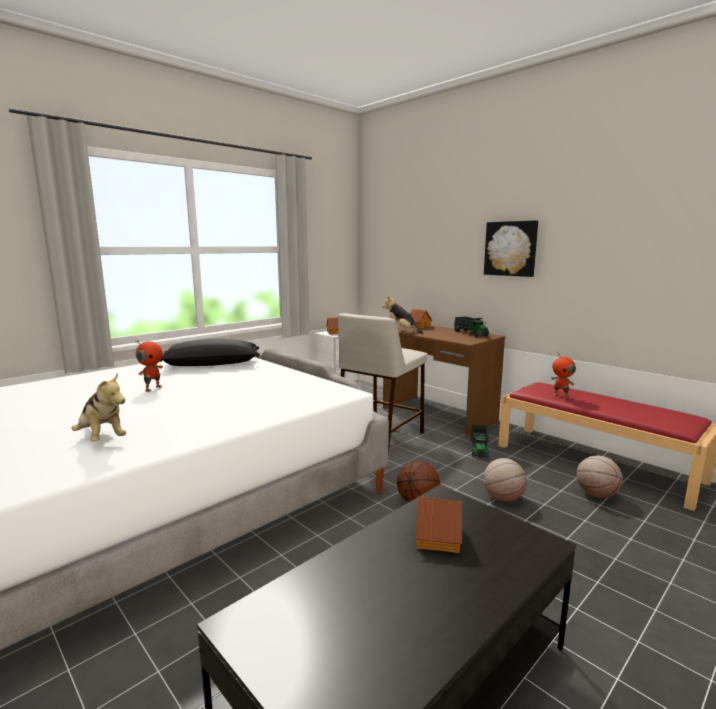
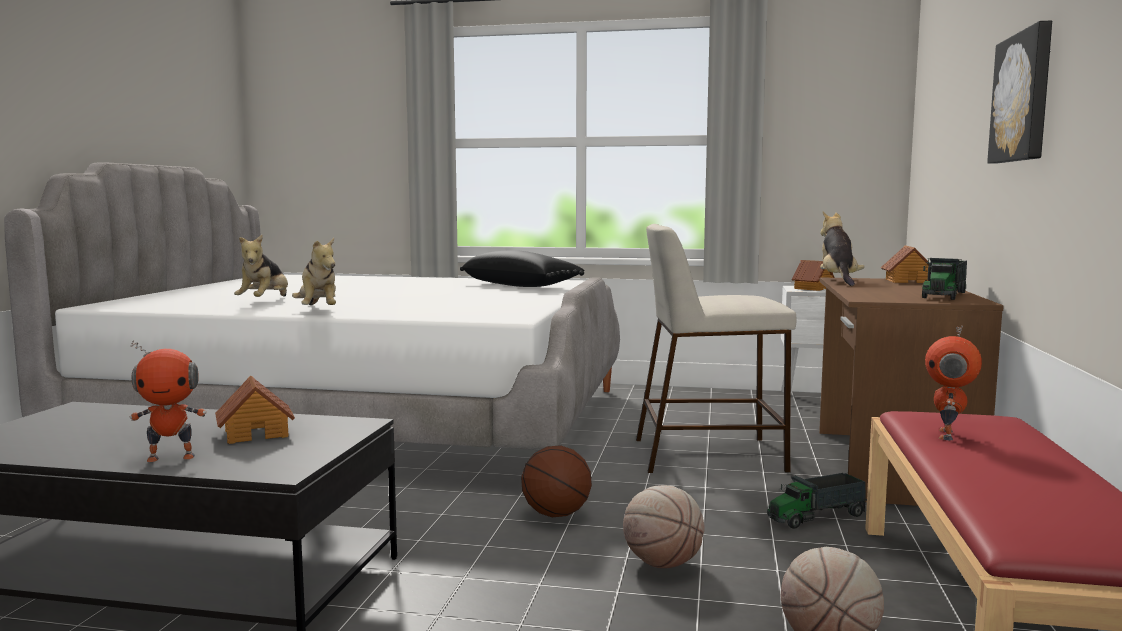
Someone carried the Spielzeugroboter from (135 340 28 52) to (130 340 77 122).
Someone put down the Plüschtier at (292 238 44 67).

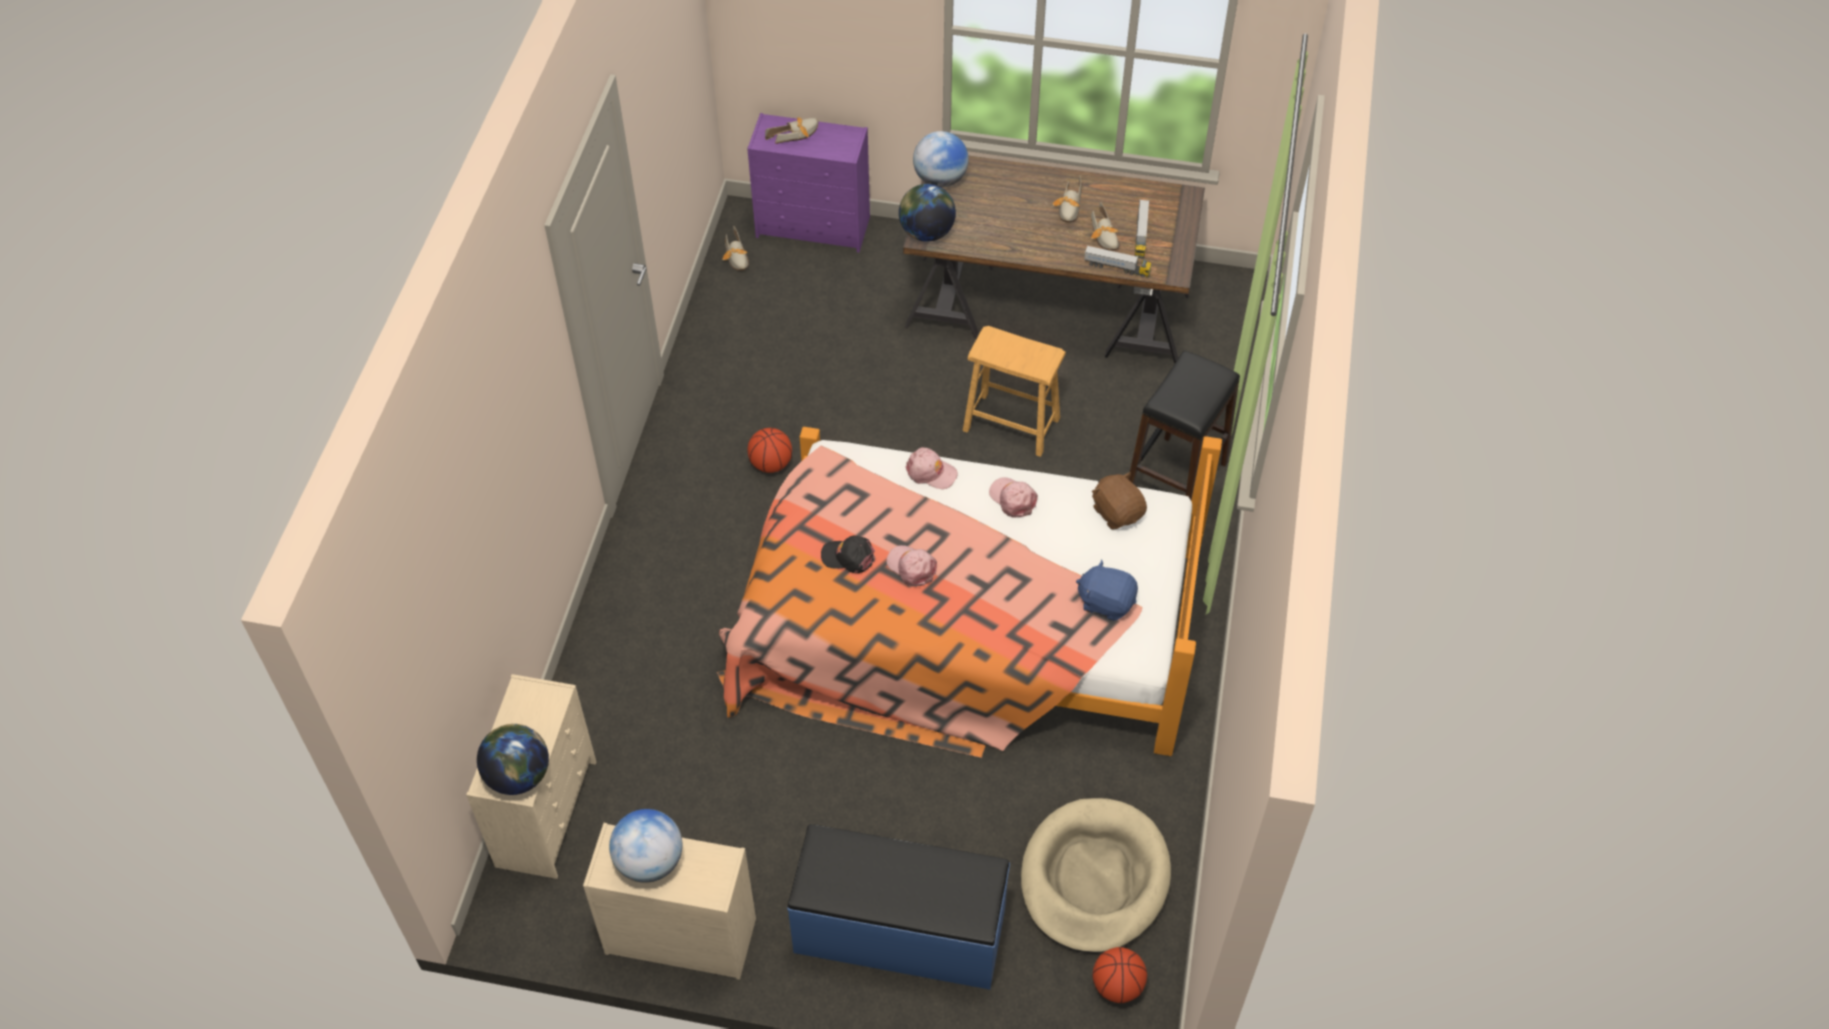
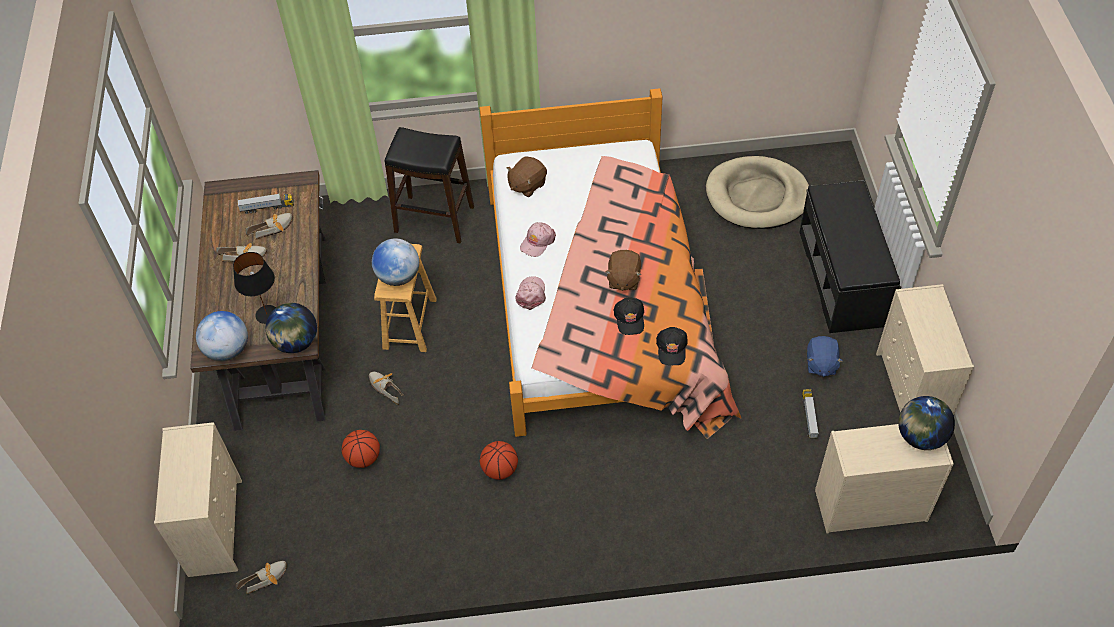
Someone repainted the Kommode/lila at (747 113 123 140), which became the Kommode/beige at (154 422 88 155).
Someone put down the Tischlampe/schwarz at (233 252 43 72).
Someone carried the Basketball from (1092 947 55 56) to (342 430 38 38).
Someone carried the Schuh from (765 117 54 27) to (369 372 34 33).
Someone carried the Globus from (609 809 73 74) to (372 238 47 48).
Someone swapped the Kappe/rosa at (887 545 50 42) for the Plüschtier/braun at (606 250 36 41).
Someone put down the Kappe/schwarz at (656 327 32 38).
Someone repainted the Bank/blau at (787 824 223 166), which became the Bank/schwarz at (799 180 101 153).
Someone carried the Spielzeuglaster from (1084 245 68 32) to (802 389 17 49).
Someone carried the Plüschtier/blau from (1076 559 62 62) to (807 336 36 41).

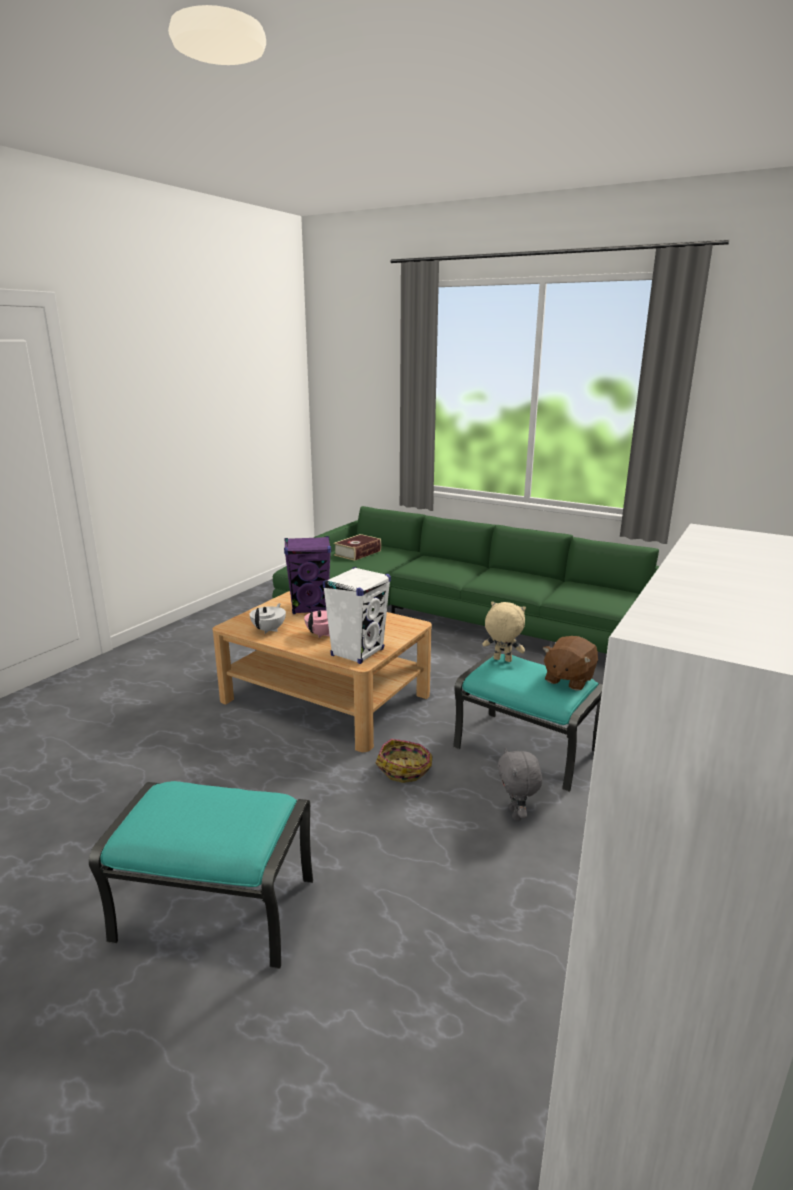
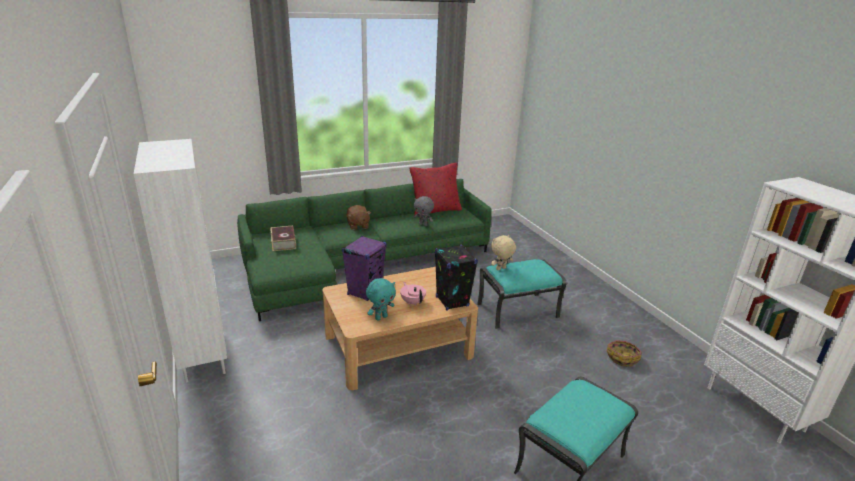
Someone put down the Bücherregal/weiß at (134 139 93 244).
Someone carried the Plüschtier/braun from (543 636 55 55) to (346 205 25 25).
Someone swapped the Teekanne/weiß at (250 603 36 31) for the Plüschtier/türkis at (366 278 30 43).
Someone put down the Kissen/rot at (409 163 53 53).
Someone carried the Plüschtier/grau from (497 748 45 73) to (414 196 20 30).
Someone repainted the Lautsprecher/weiß at (322 567 69 97), which became the Lautsprecher/schwarz at (435 245 43 66).
Someone carried the Korb from (375 739 57 44) to (607 340 35 27).

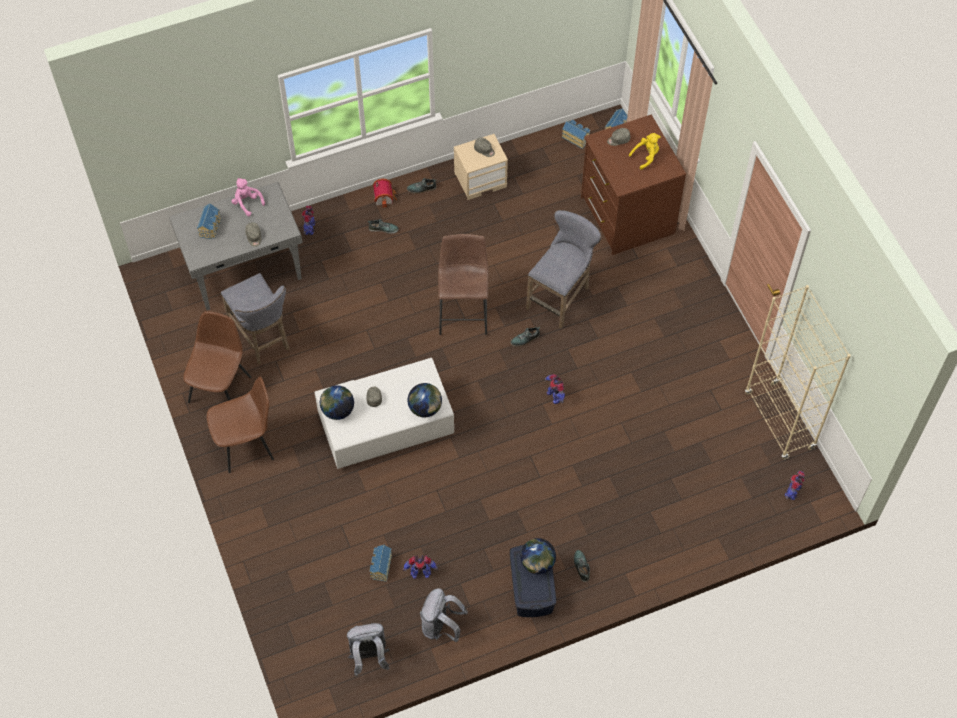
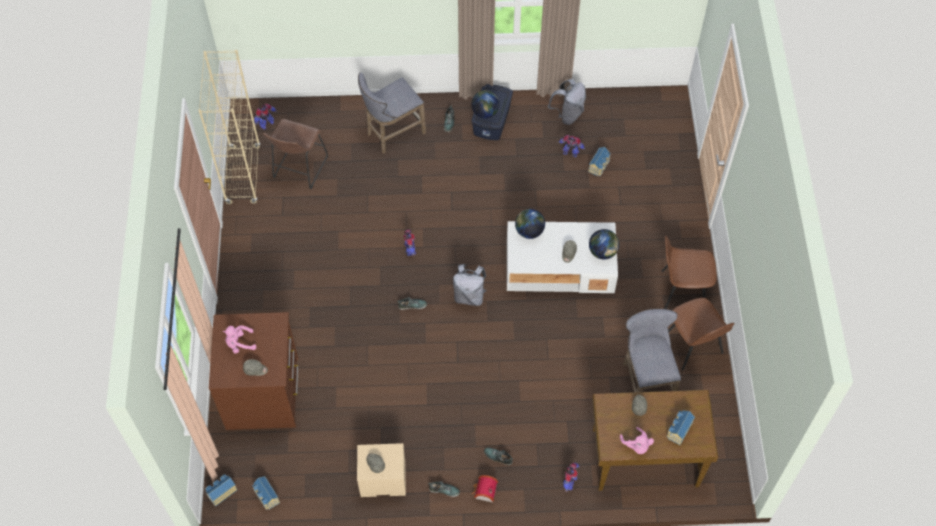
Someone repainted the Plüschtier/gelb at (629 133 31 37), which became the Plüschtier/rosa at (223 325 33 28).
Someone carried the Hocker/braun from (438 234 50 101) to (263 119 65 70).
Someone carried the Hocker/grau from (526 210 75 119) to (358 73 68 81).
Someone carried the Rucksack/grau from (347 623 43 53) to (453 264 34 42).
Someone repainted the Schreibtisch/grau at (169 182 133 128), which became the Schreibtisch/braun at (592 390 126 101).
Someone rotated the Stuhl/braun at (183 311 68 92) by 60 degrees counterclockwise.

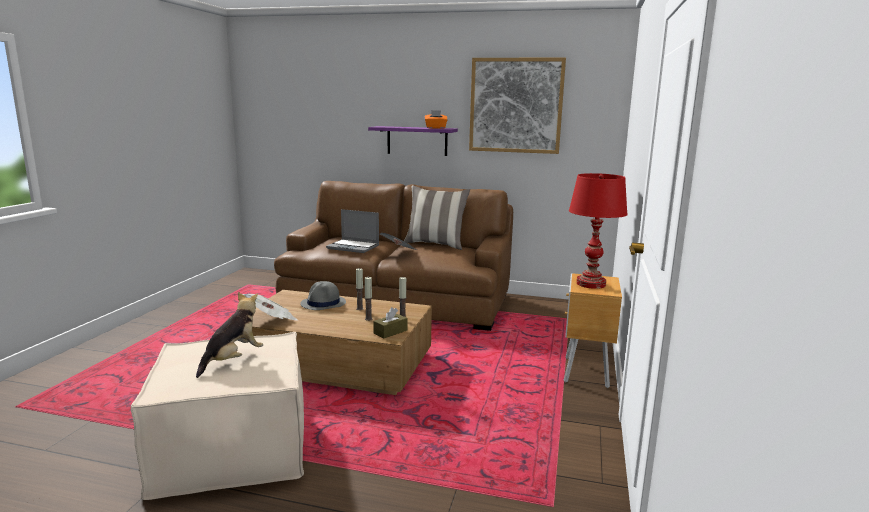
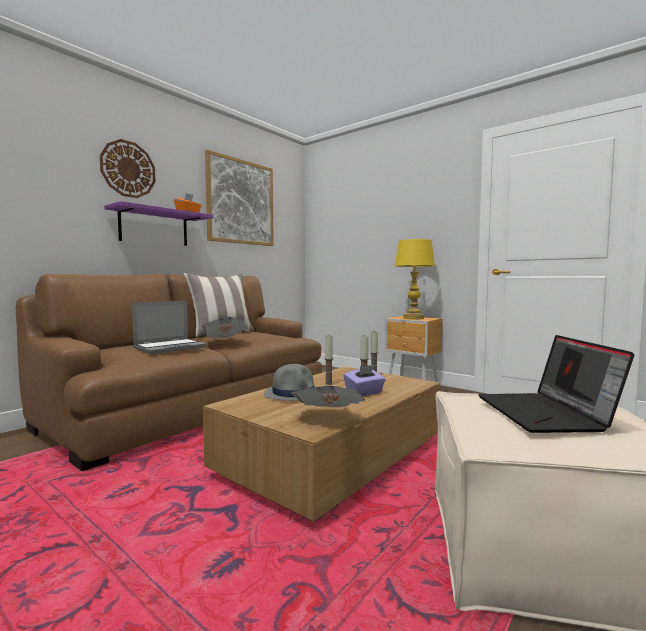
Someone put up the Wanduhr at (100 139 56 59).
Someone put down the Taschentuchbox/lila at (343 365 43 31).
Someone repainted the Tischlampe/rot at (569 173 59 116), which became the Tischlampe/gelb at (395 239 40 81).
Someone swapped the Plüschtier at (196 292 67 86) for the Laptop at (478 335 156 98).
Someone took away the Taschentuchbox/braun at (373 307 35 31).

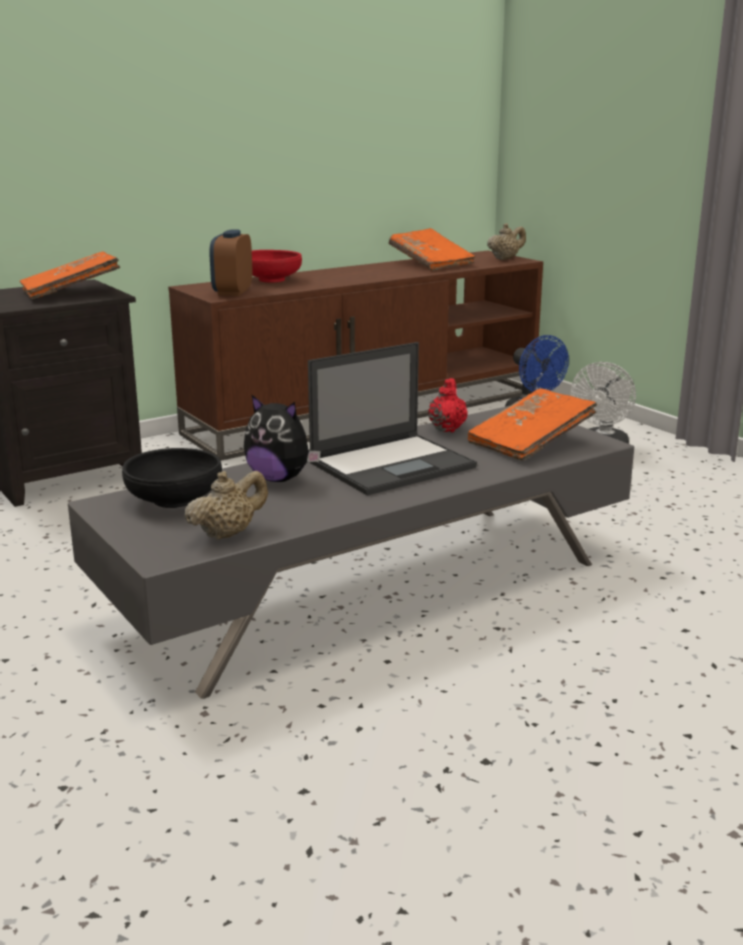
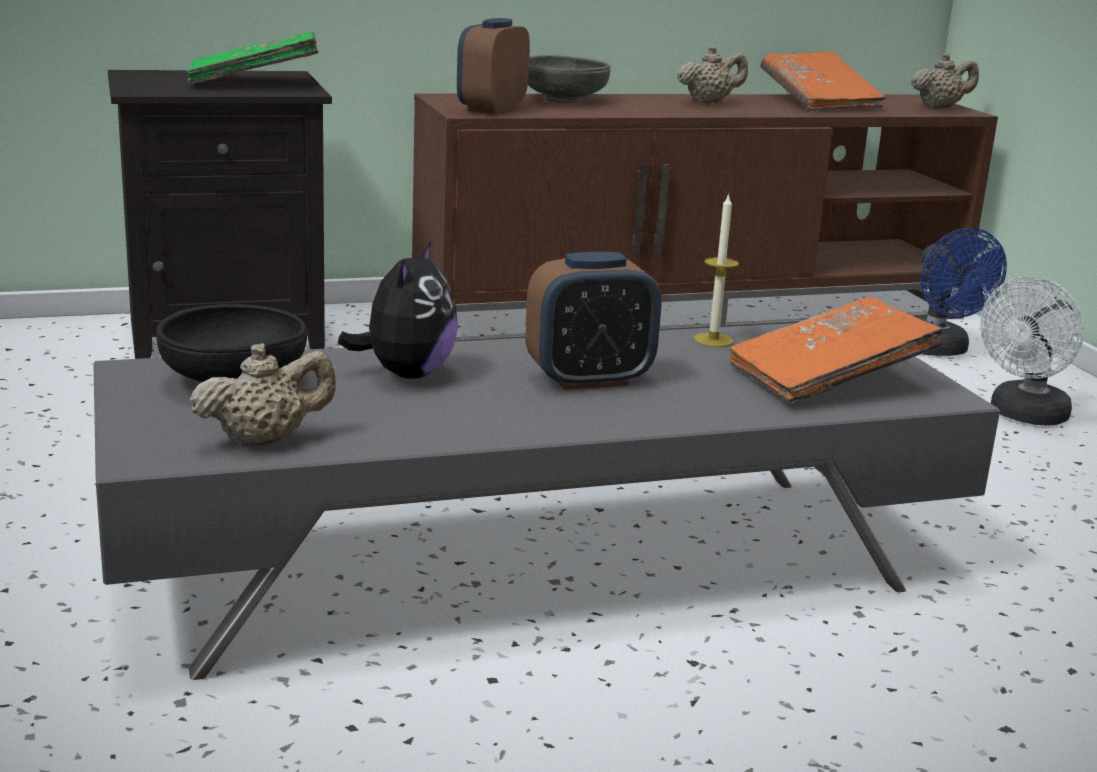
Someone repainted the Buch/orange at (20 251 100 48), which became the Buch/grün at (186 31 132 53).
Someone rotated the Plüschtier at (244 395 77 87) by 120 degrees counterclockwise.
Someone swapped the Laptop at (308 342 169 154) for the Wecker at (525 252 137 138).
Someone repainted the Schüssel/rot at (252 250 50 33), which became the Schüssel/grau at (528 55 82 48).
Someone put down the Teekanne/beige at (677 45 71 58).
Someone swapped the Teekanne/rot at (428 378 40 54) for the Kerze at (694 193 45 154).

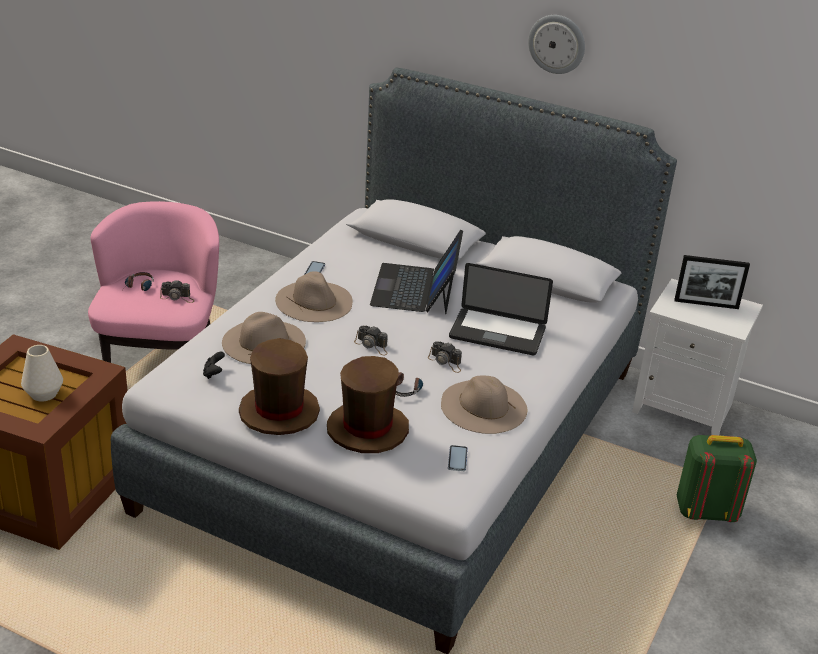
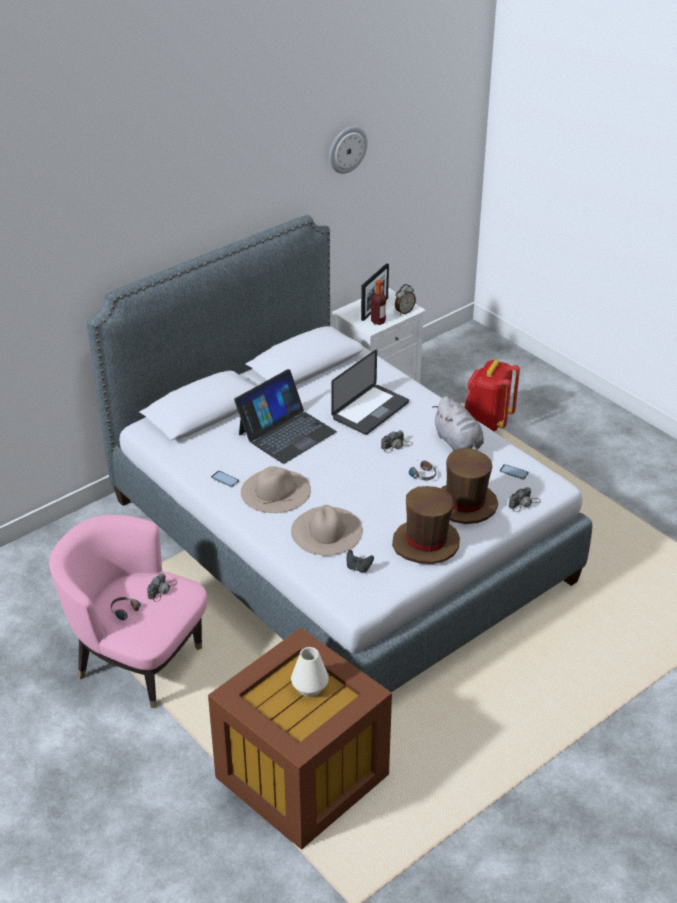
Someone rotated the Laptop at (370 230 93 84) by 75 degrees counterclockwise.
Someone carried the Wanduhr from (528 15 57 59) to (330 126 38 48).
Someone put down the Flasche at (371 280 15 45).
Someone put down the Wecker at (395 284 21 31).
Someone swapped the Hut/beige at (441 375 86 59) for the Plüschtier/grau at (432 396 52 54).
Someone repainted the Rucksack/grün at (677 435 80 87), which became the Rucksack/rot at (464 360 56 71).
Someone carried the Kamera from (354 326 34 29) to (508 487 33 25).

